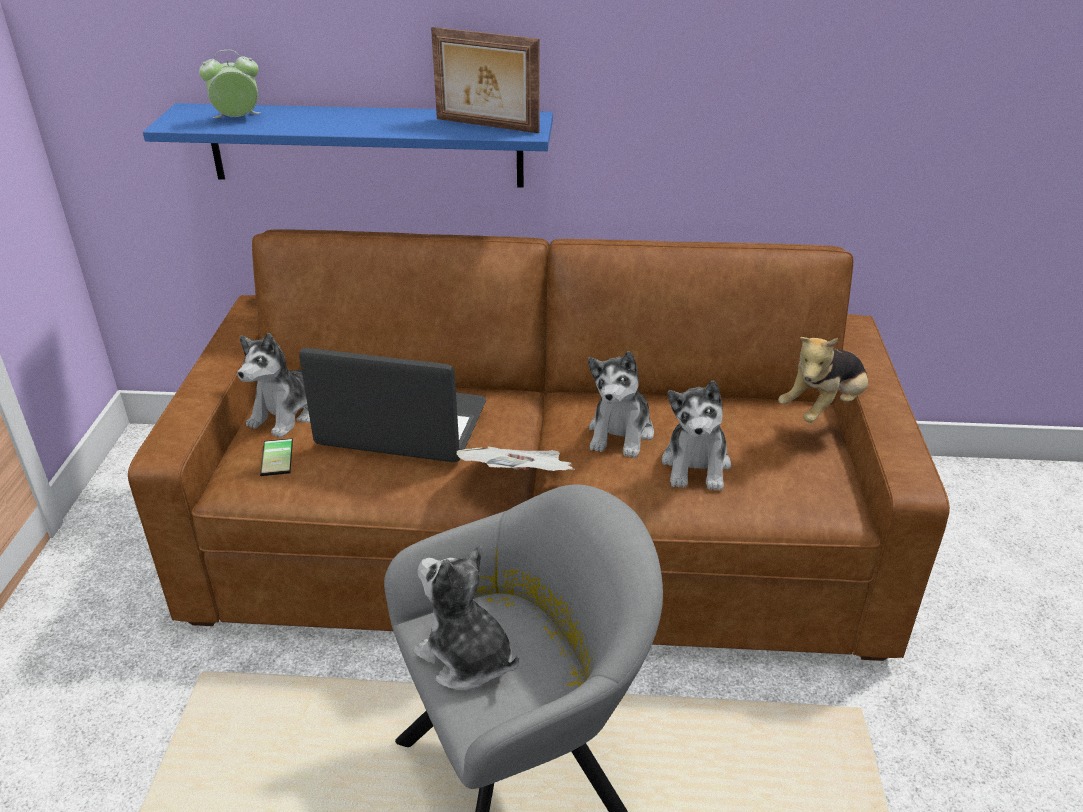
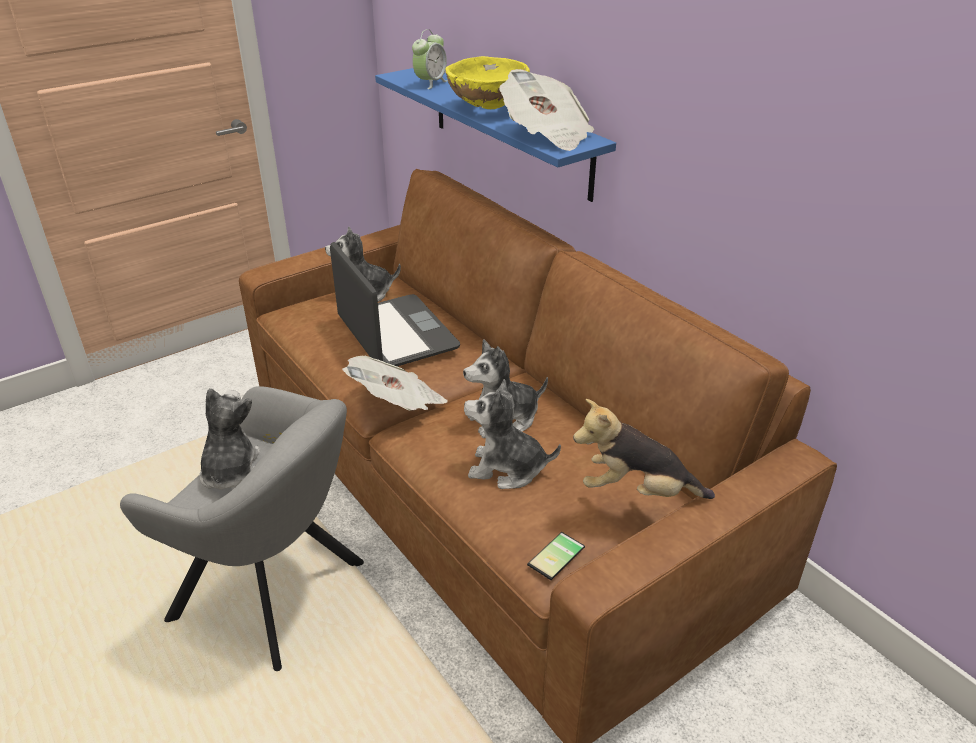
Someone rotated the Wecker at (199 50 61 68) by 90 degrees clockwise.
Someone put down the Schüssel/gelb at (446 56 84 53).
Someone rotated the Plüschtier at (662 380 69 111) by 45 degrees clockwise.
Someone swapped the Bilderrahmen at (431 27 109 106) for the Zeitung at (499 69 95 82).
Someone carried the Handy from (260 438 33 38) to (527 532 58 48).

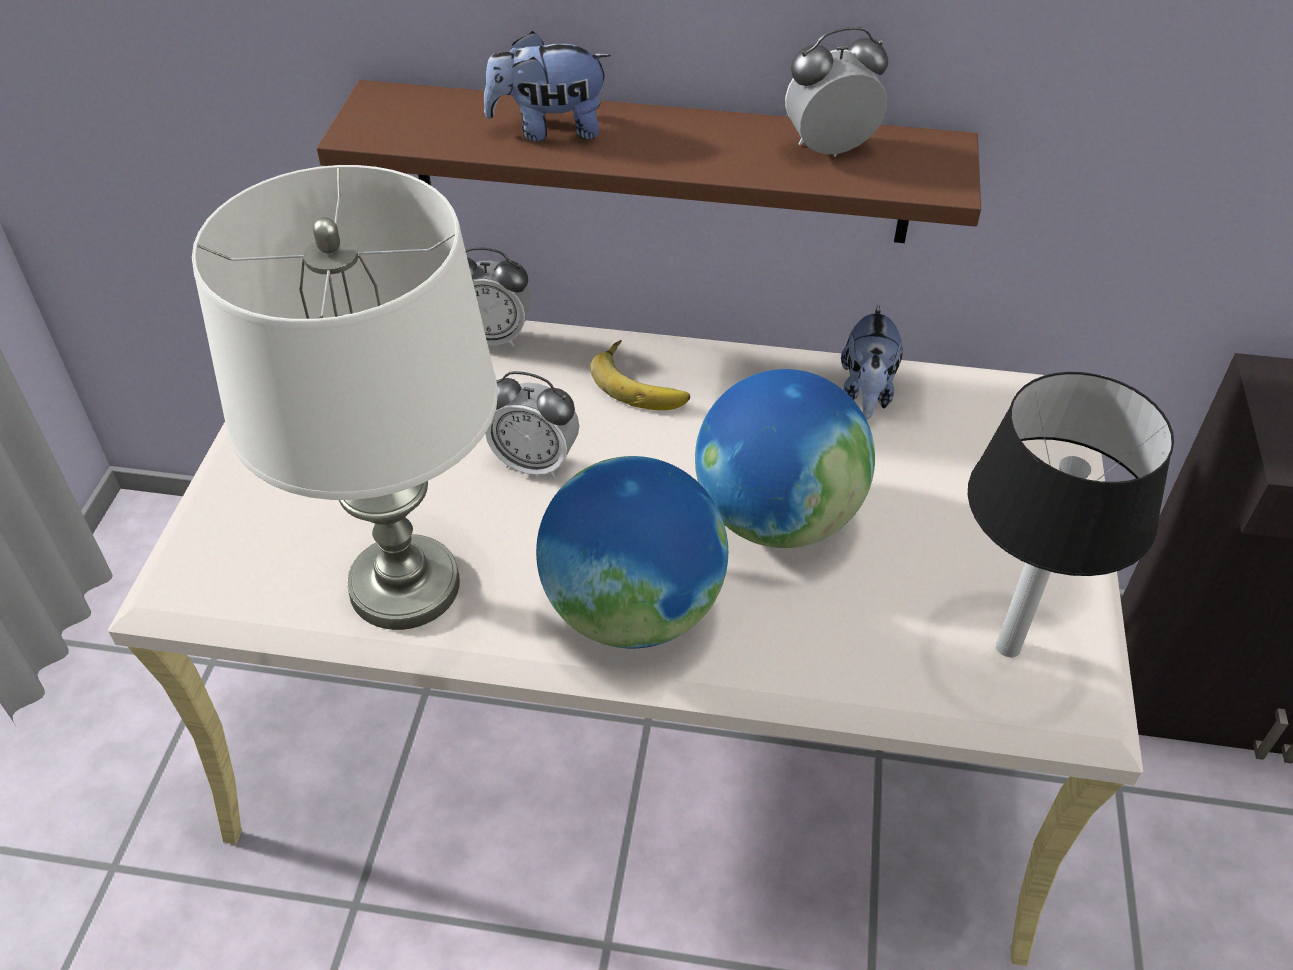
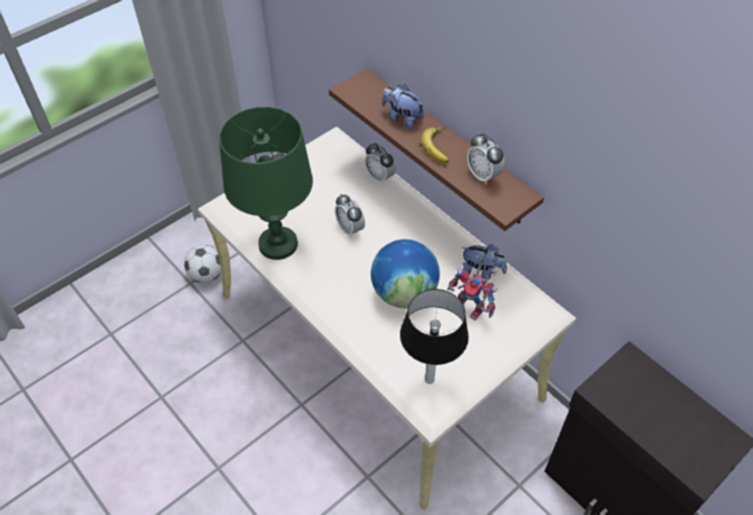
Someone put down the Fußball at (184 245 37 38).
Someone repainted the Tischlampe/weiß at (192 165 306 465), which became the Tischlampe/grün at (219 107 94 153).
Someone carried the Banane from (590 340 100 70) to (421 127 28 36).
Someone put down the Spielzeugroboter at (447 255 51 65).
Someone rotated the Plüschtier at (841 304 62 116) by 120 degrees counterclockwise.
Someone rotated the Wecker at (785 27 103 130) by 150 degrees counterclockwise.
Someone took away the Globus at (536 456 192 192).

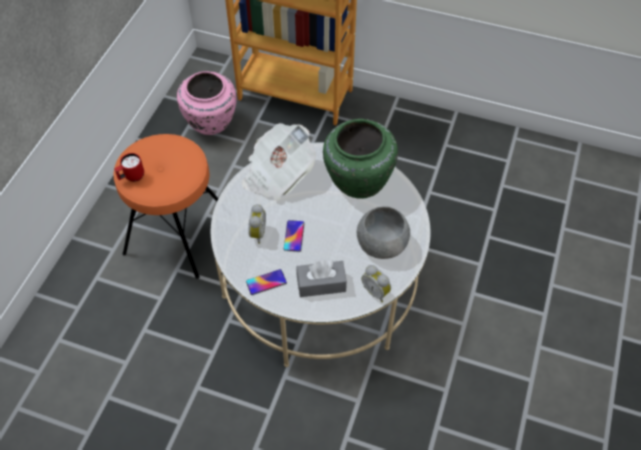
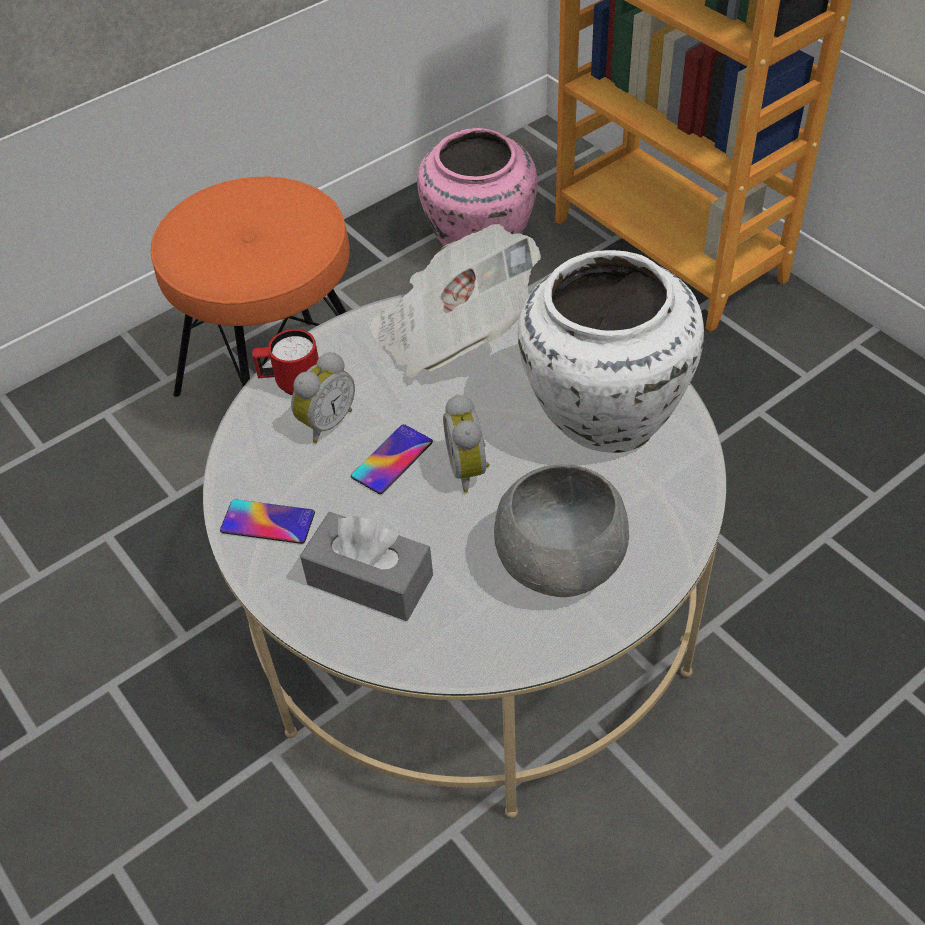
Someone carried the Henkelbecher/rot from (114 153 30 29) to (252 329 67 66).
Someone carried the Wecker from (362 265 29 37) to (443 394 47 99).
Someone repainted the Vase/grün at (323 119 75 80), which became the Vase/weiß at (518 250 186 203).

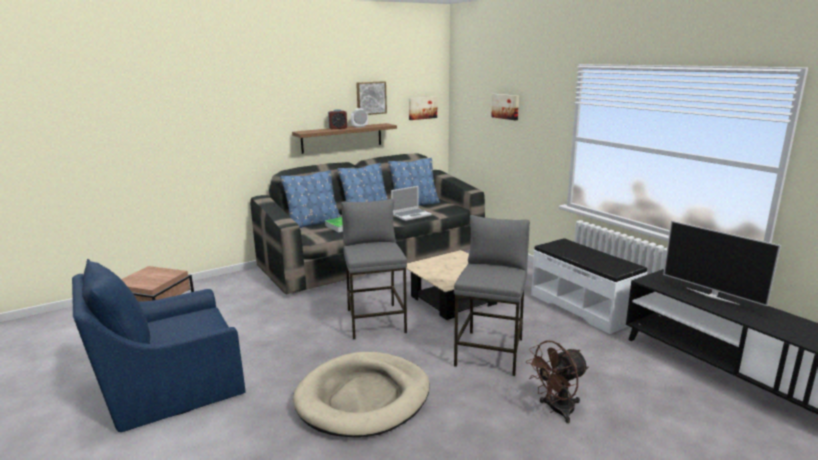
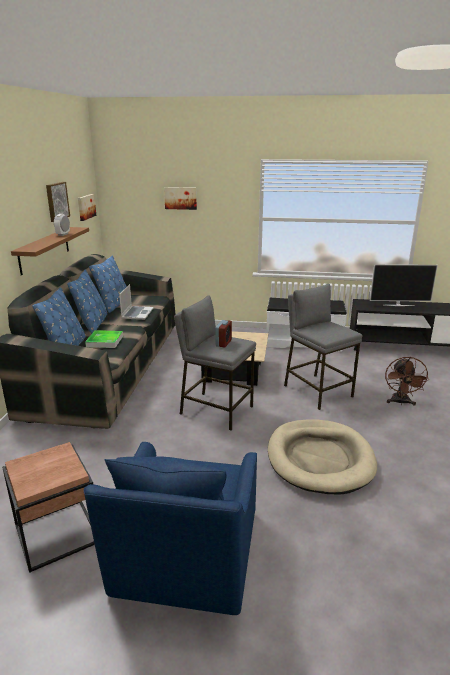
Someone carried the Wecker from (328 109 19 20) to (215 320 17 27).

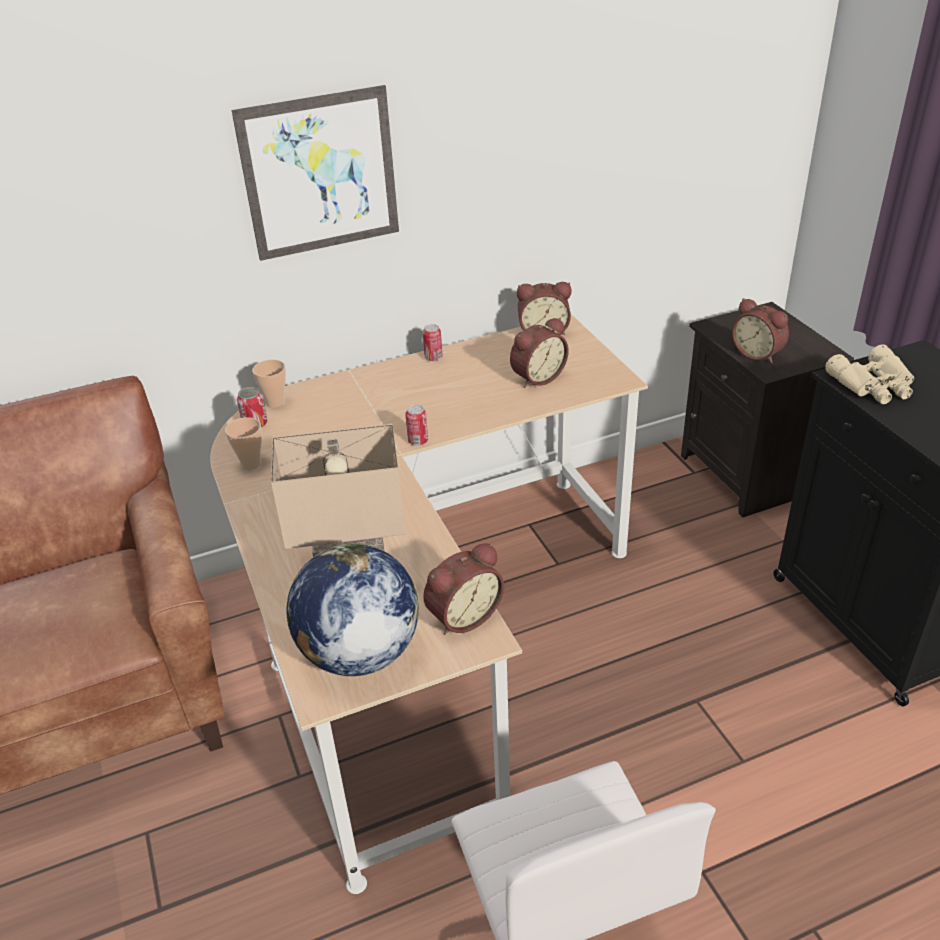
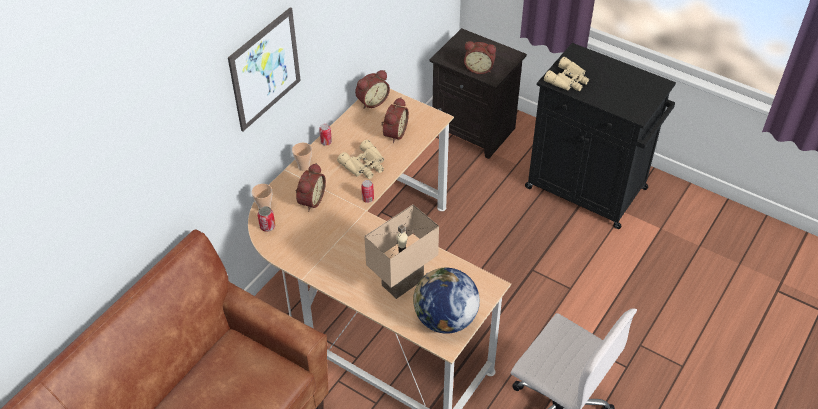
Someone carried the Tasse from (225 417 37 53) to (292 143 20 28).
Someone carried the Wecker from (423 543 81 92) to (296 163 30 48).
Someone put down the Fernglas/beige at (337 140 47 39).

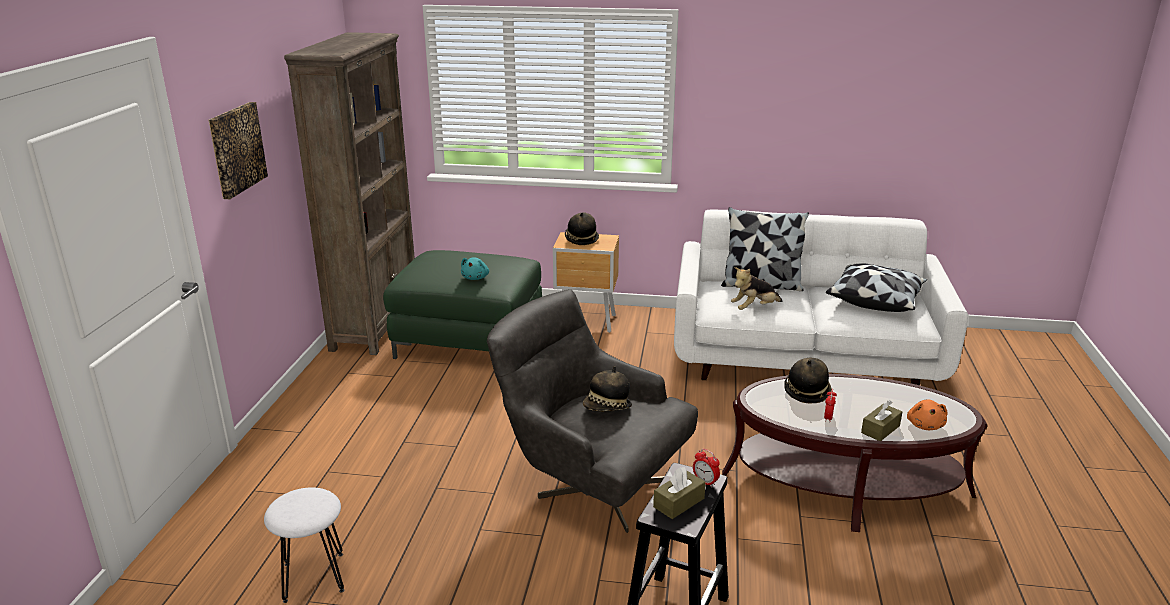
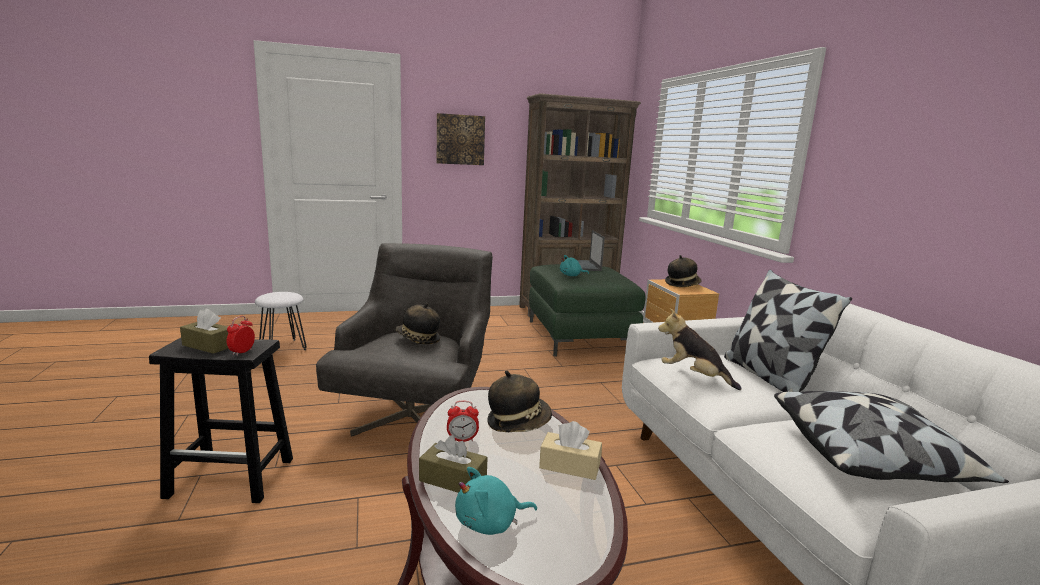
Someone repainted the Plüschtier/orange at (907 399 41 31), which became the Plüschtier/türkis at (455 467 82 68).
Someone put down the Taschentuchbox/beige at (539 421 63 59).
Someone put down the Laptop at (561 230 44 41).

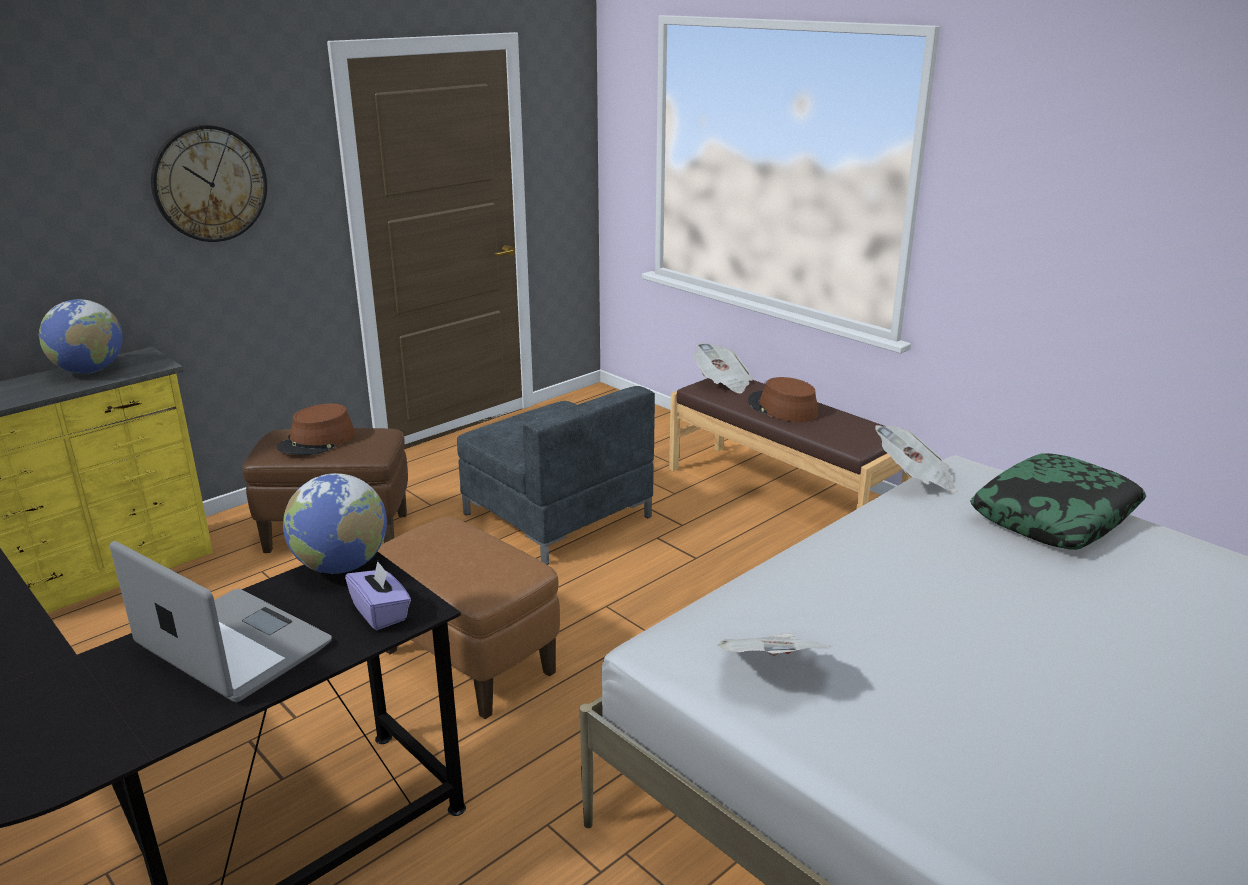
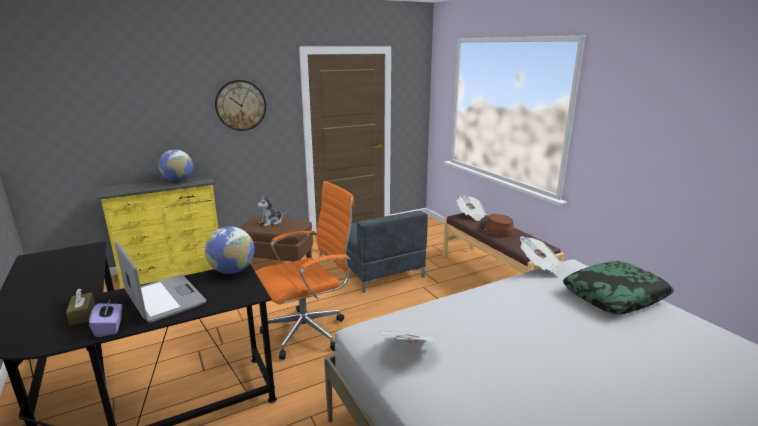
Someone put down the Taschentuchbox/braun at (66 288 29 38).
Someone carried the Taschentuchbox/lila from (345 561 66 69) to (89 300 33 37).
Someone swapped the Polsterhocker/braun at (378 517 182 202) for the Bürostuhl/orange at (255 181 100 179).
Someone swapped the Hut/braun at (277 404 78 51) for the Plüschtier at (257 195 28 31).

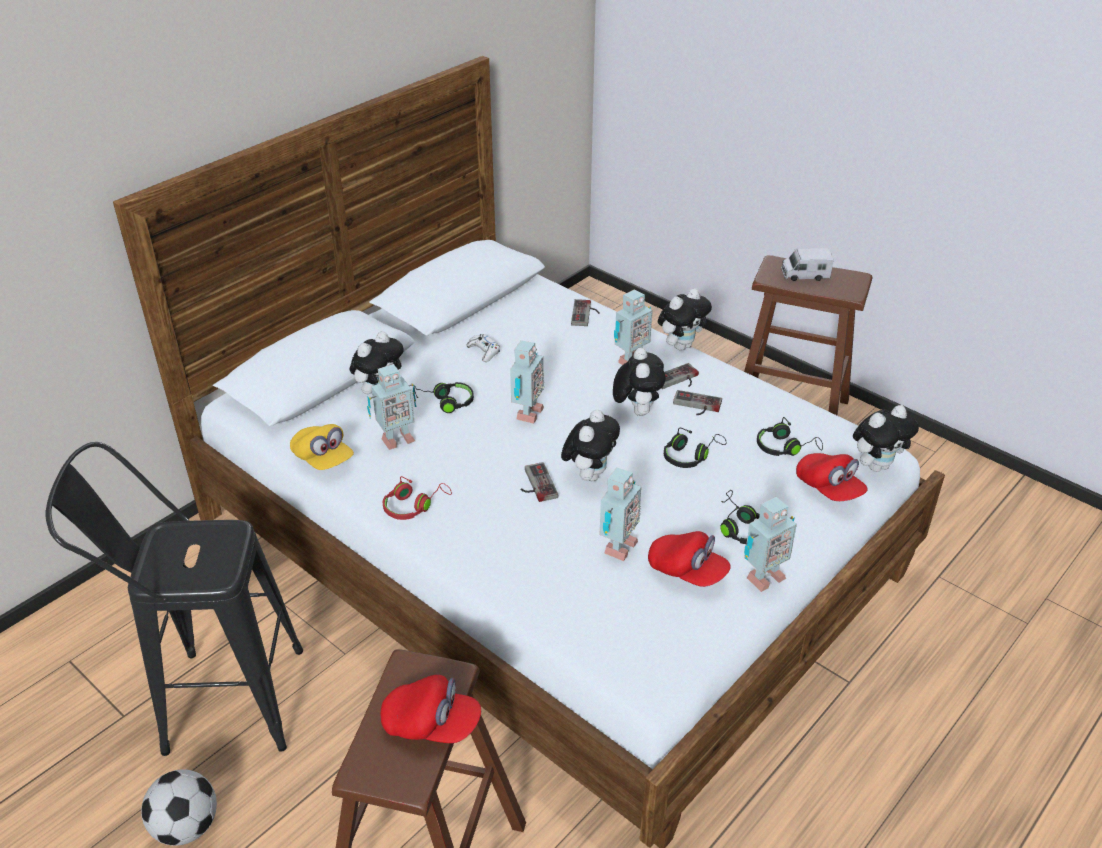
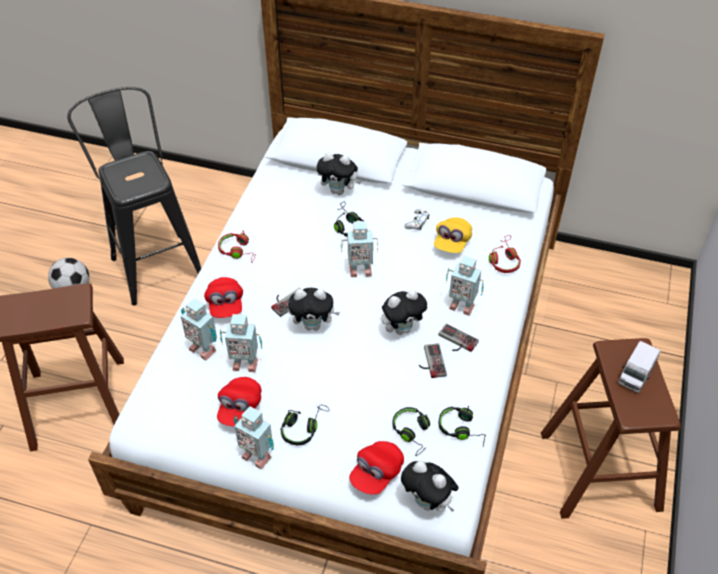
Someone carried the Spielzeugroboter from (367 364 49 86) to (181 298 36 62).
Someone carried the Kappe/rot from (381 675 100 68) to (204 277 39 41).
Someone carried the Kappe/gelb from (290 424 64 46) to (434 217 38 36).
Someone carried the Kopfhörer/schwarz from (664 428 63 40) to (438 406 48 40).
Someone swapped the Gamepad at (571 299 29 27) for the Kopfhörer/rot at (489 235 32 38).
Someone rotated the Spielzeuglaster at (781 248 53 33) by 120 degrees counterclockwise.
Someone took away the Plüschtier at (658 288 54 63).

